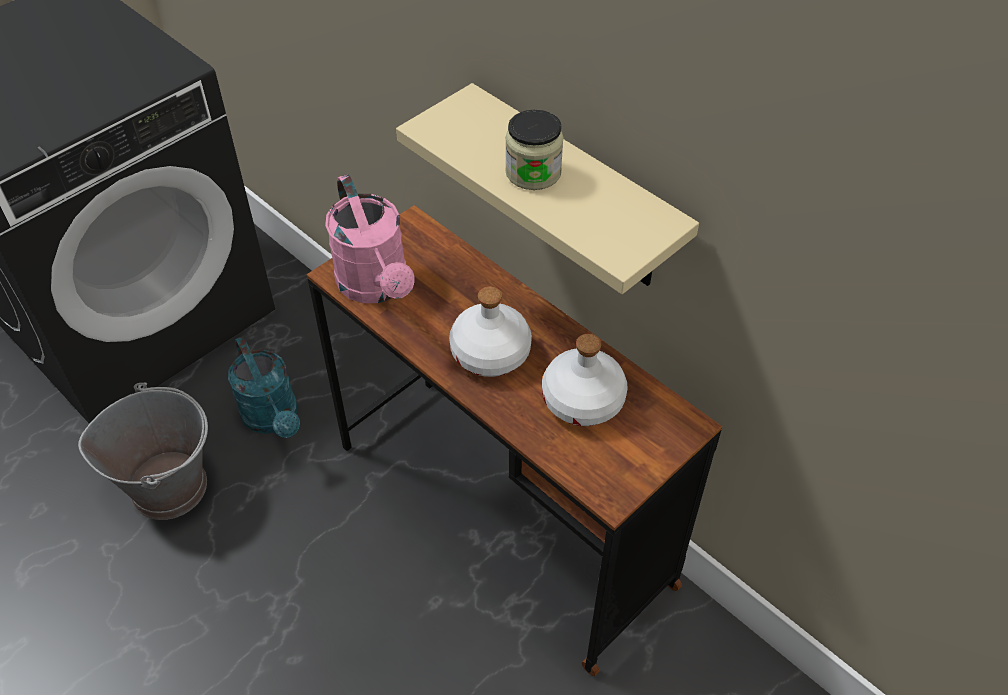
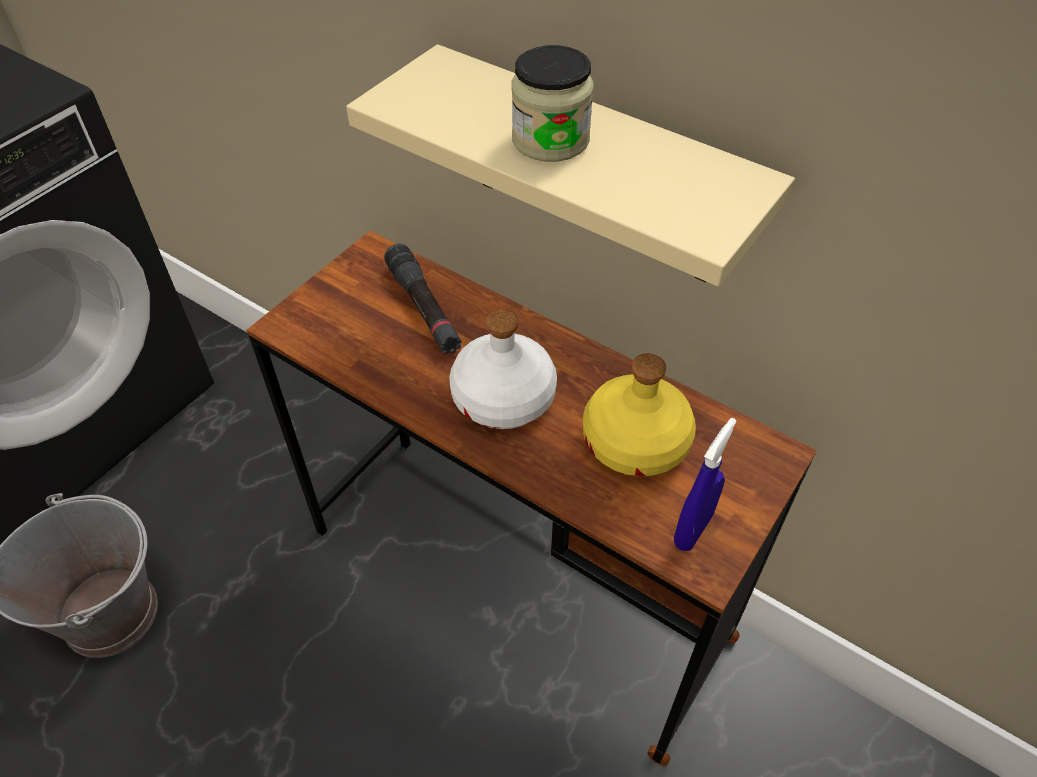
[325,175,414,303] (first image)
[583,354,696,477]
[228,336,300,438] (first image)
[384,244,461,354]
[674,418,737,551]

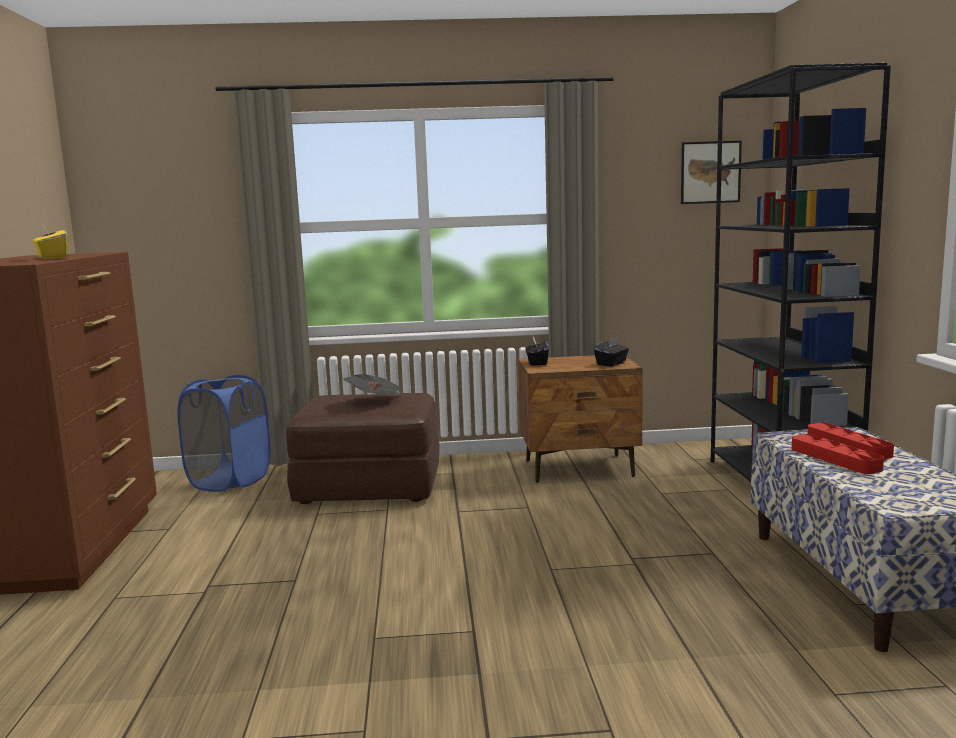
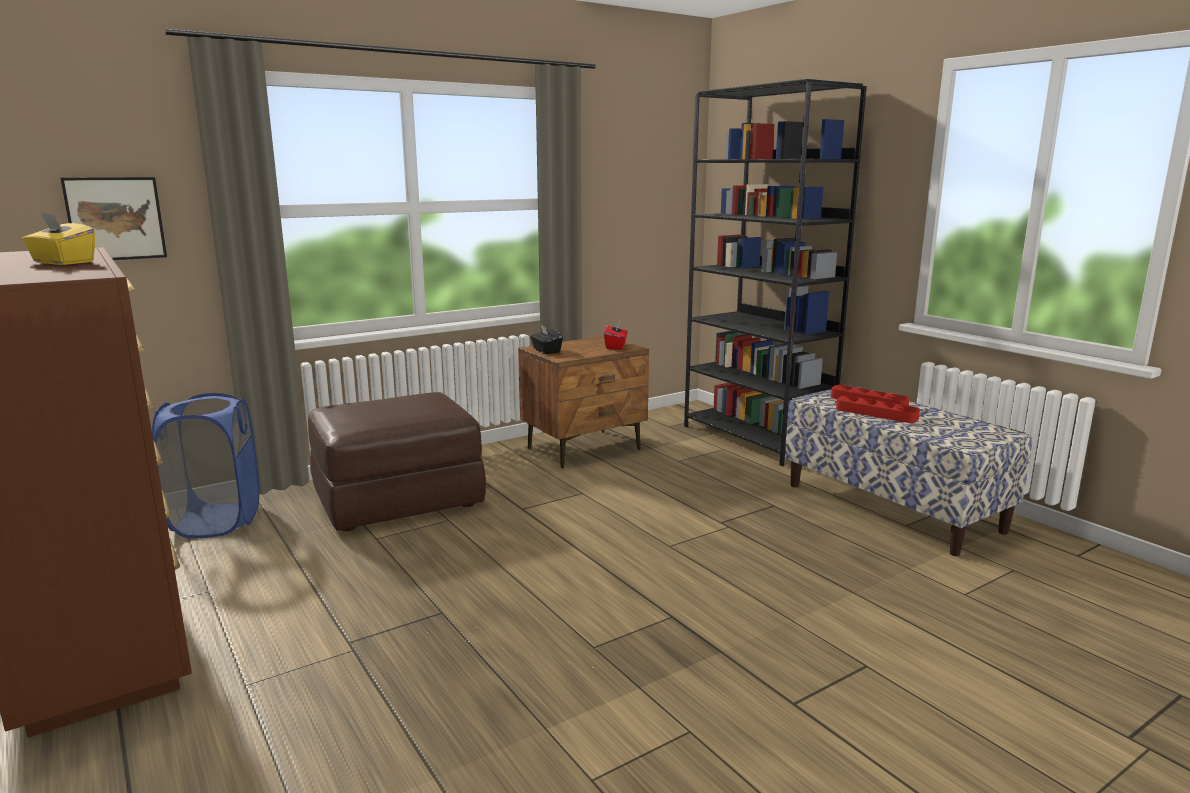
[60,177,167,260]
[604,320,628,349]
[343,374,401,395] (first image)

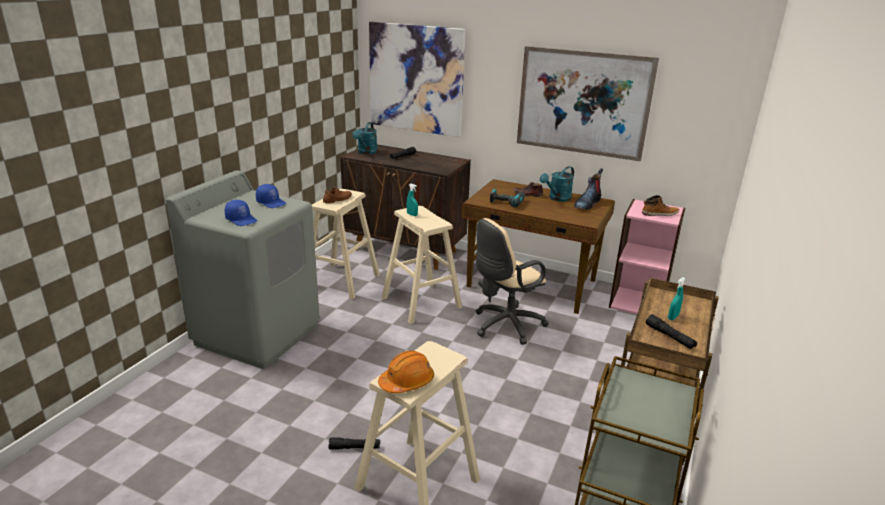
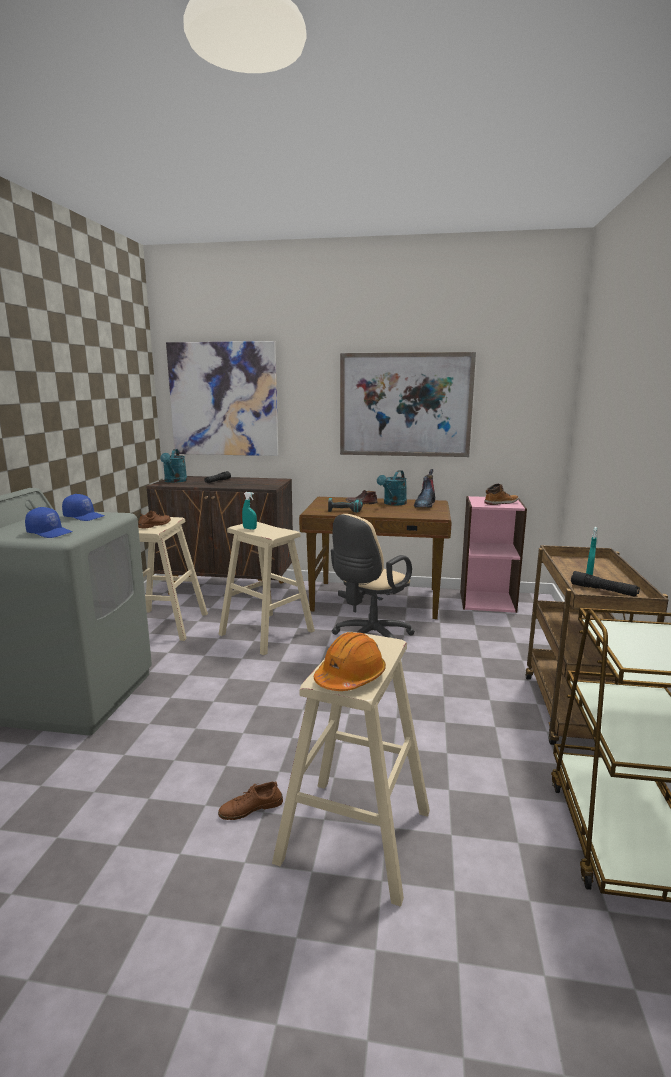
[218,781,283,820]

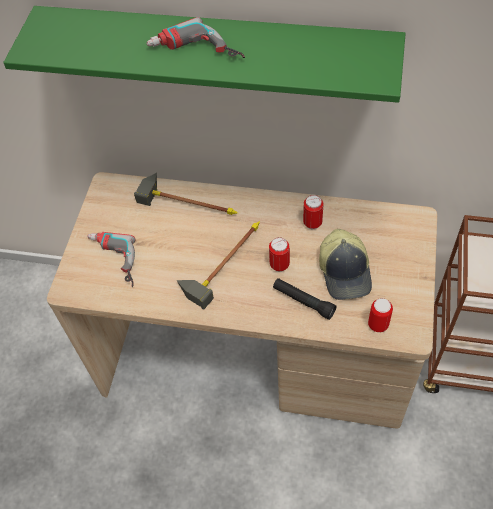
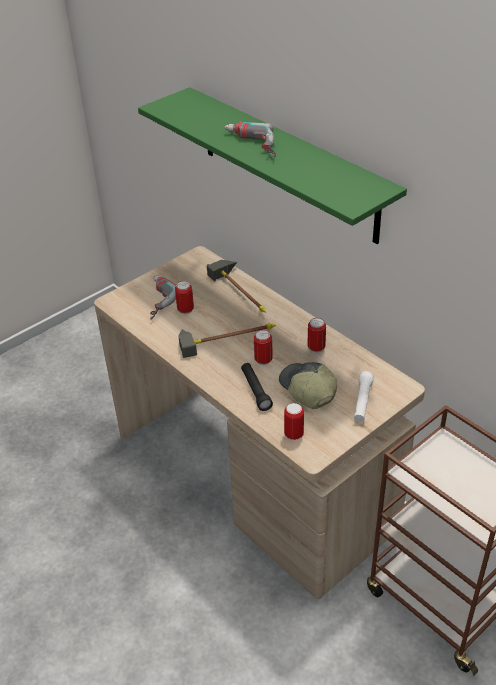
[279,362,337,409]
[175,281,194,314]
[354,371,374,423]

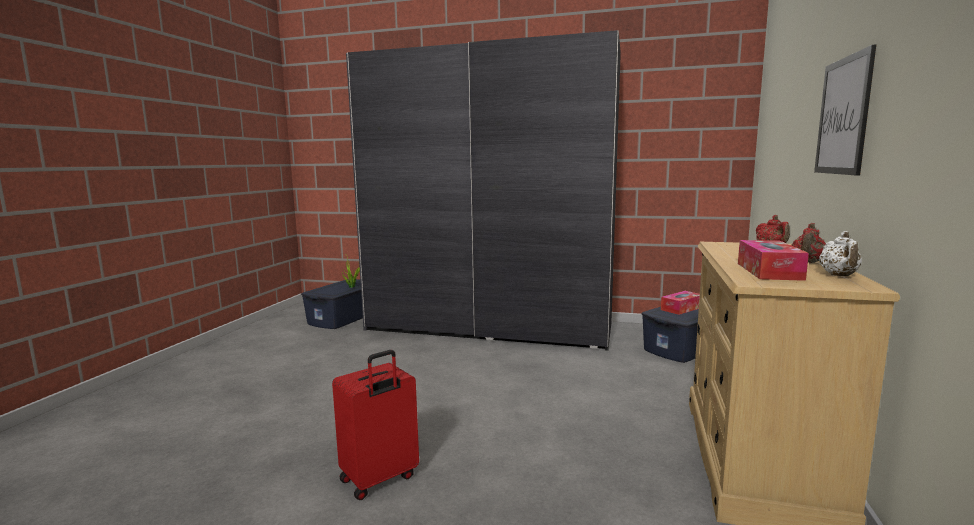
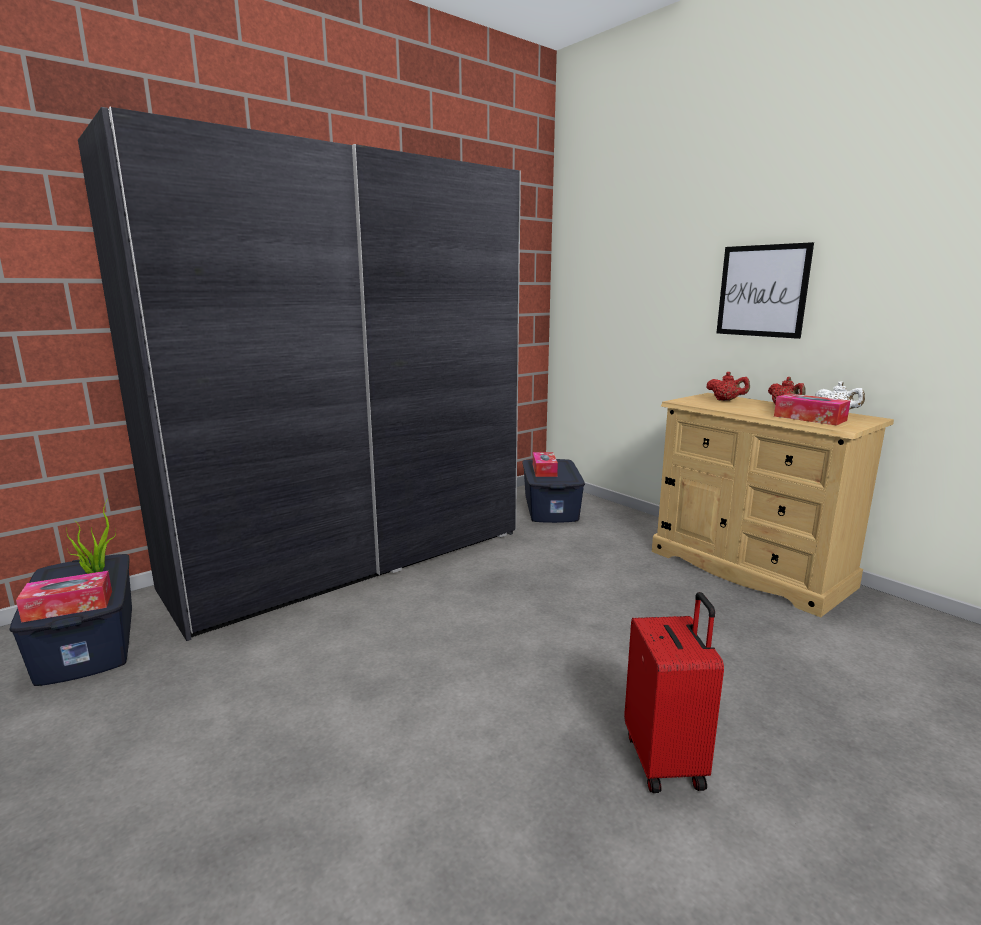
[16,571,112,623]

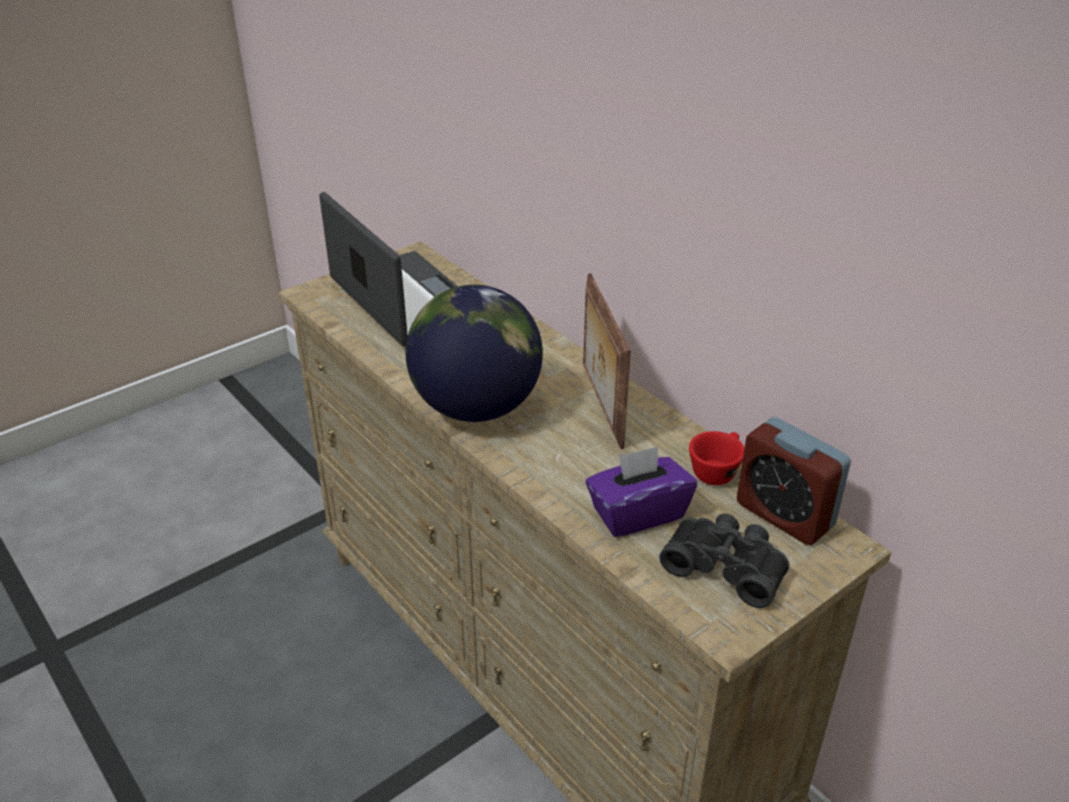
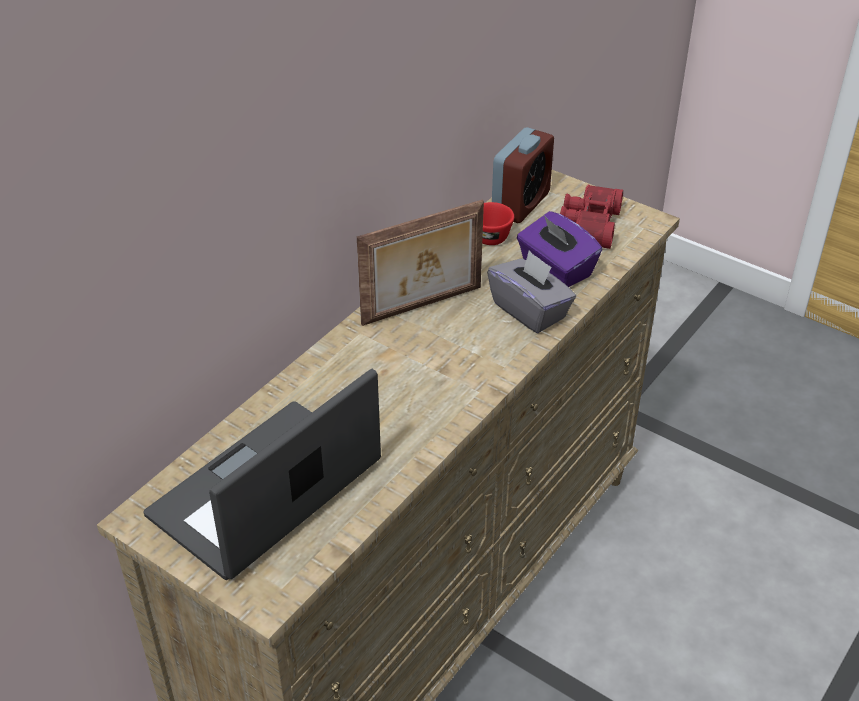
[406,285,543,422] (first image)
[560,185,623,249]
[487,250,576,333]

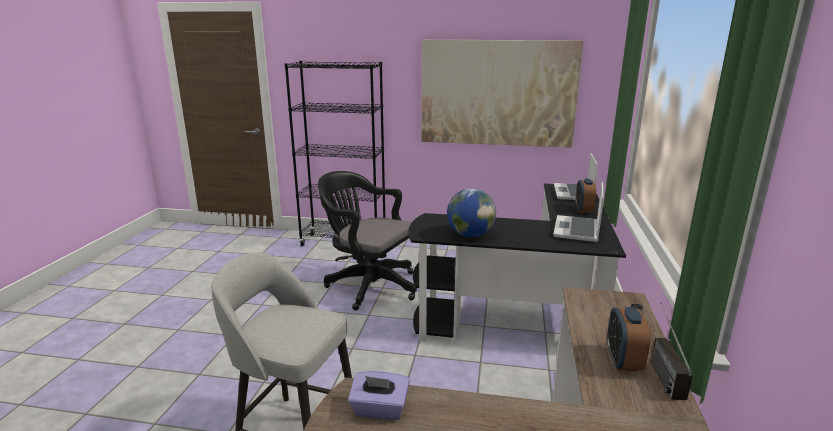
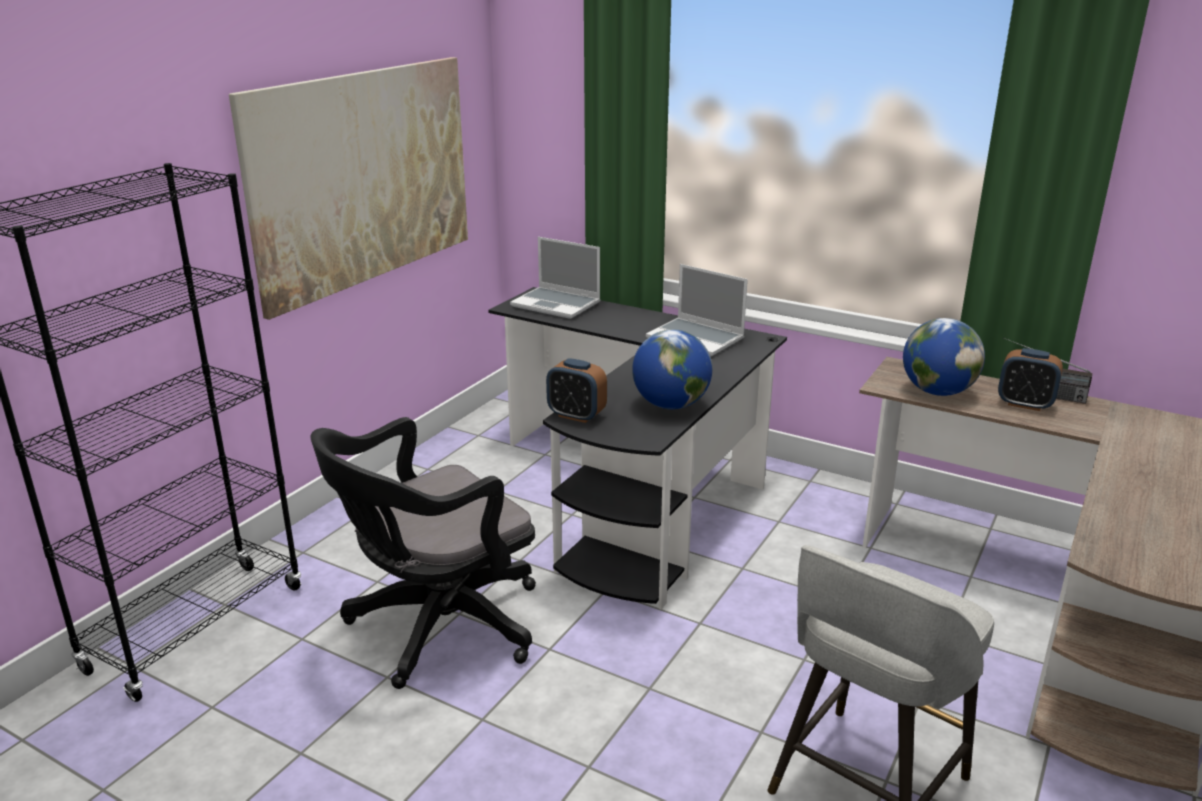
[546,358,607,423]
[348,371,410,420] (first image)
[903,318,985,396]

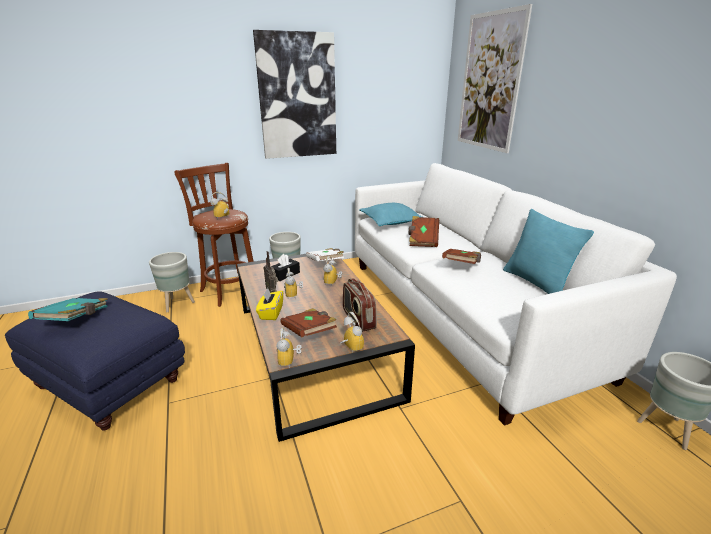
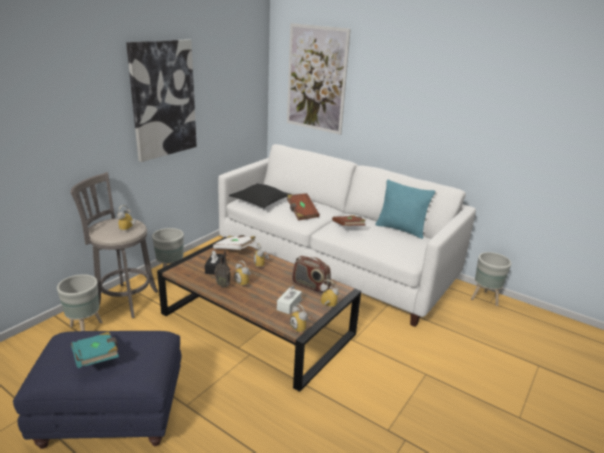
[71,172,158,318]
[229,183,292,208]
[256,288,283,320] (first image)
[277,286,302,314]

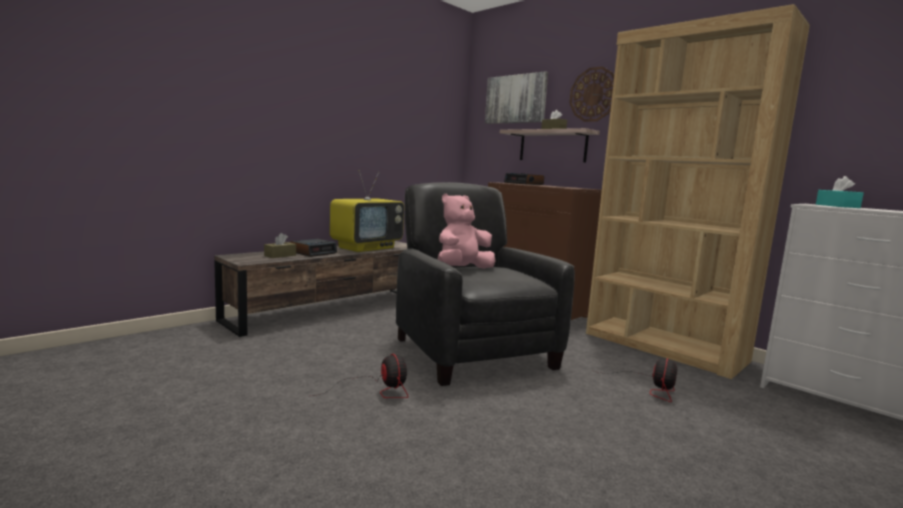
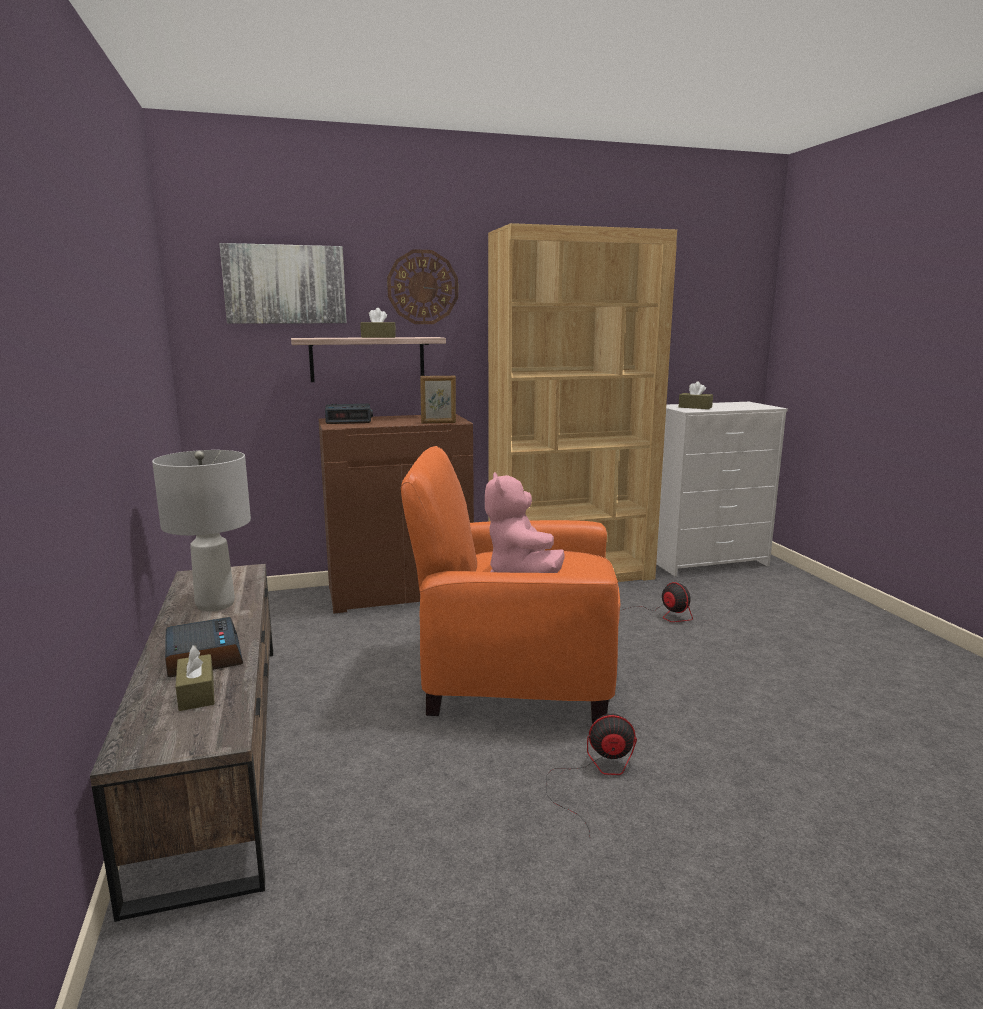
[152,450,251,611]
[679,381,713,409]
[401,446,620,724]
[420,376,456,423]

